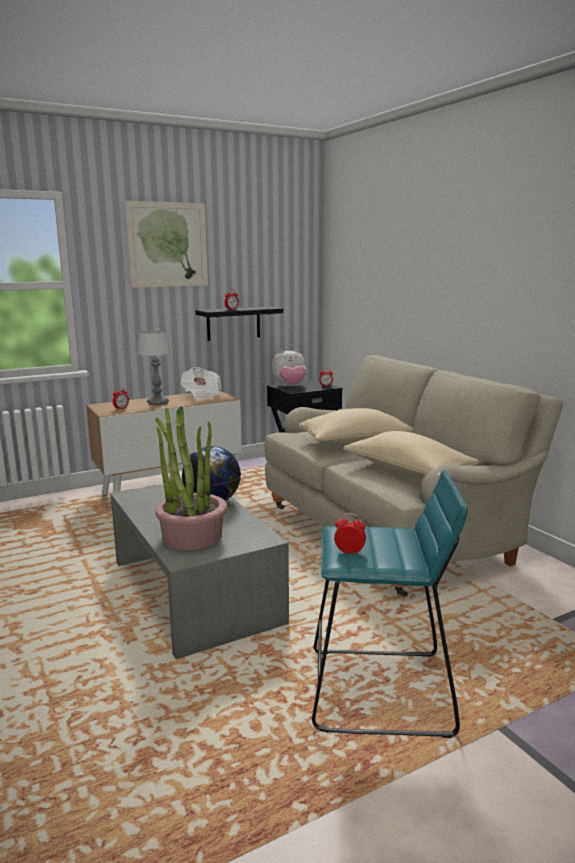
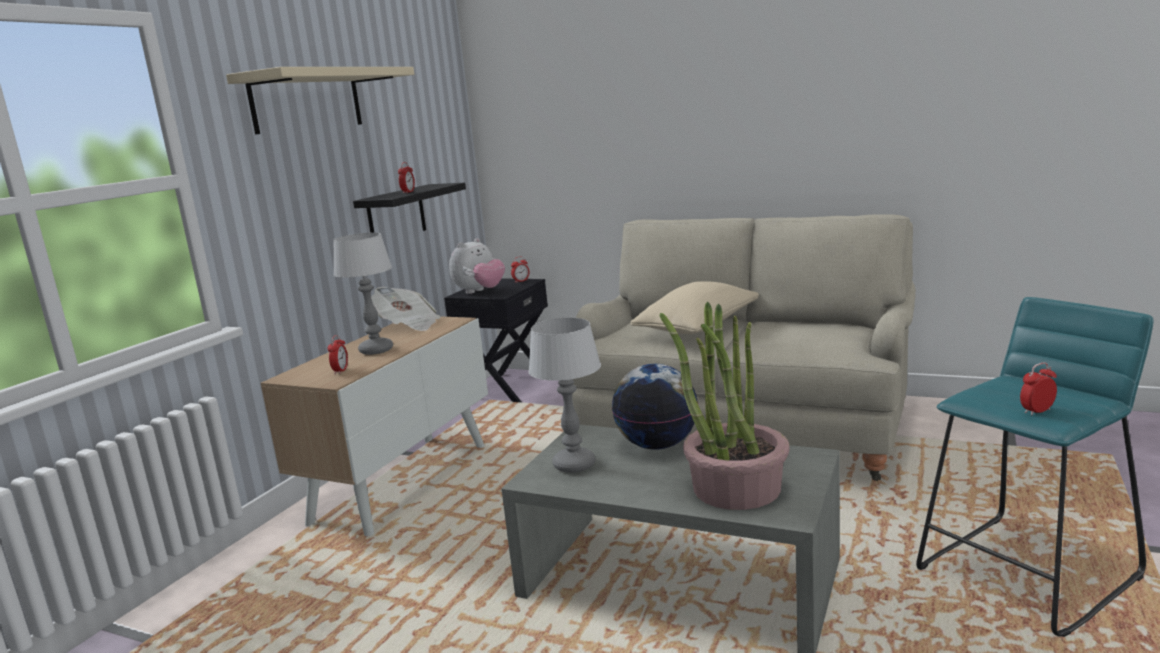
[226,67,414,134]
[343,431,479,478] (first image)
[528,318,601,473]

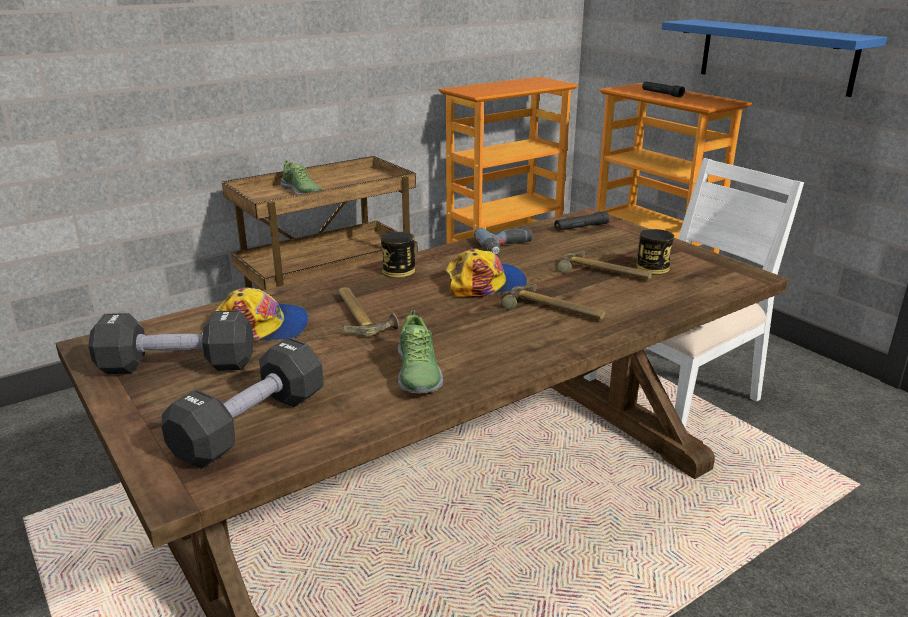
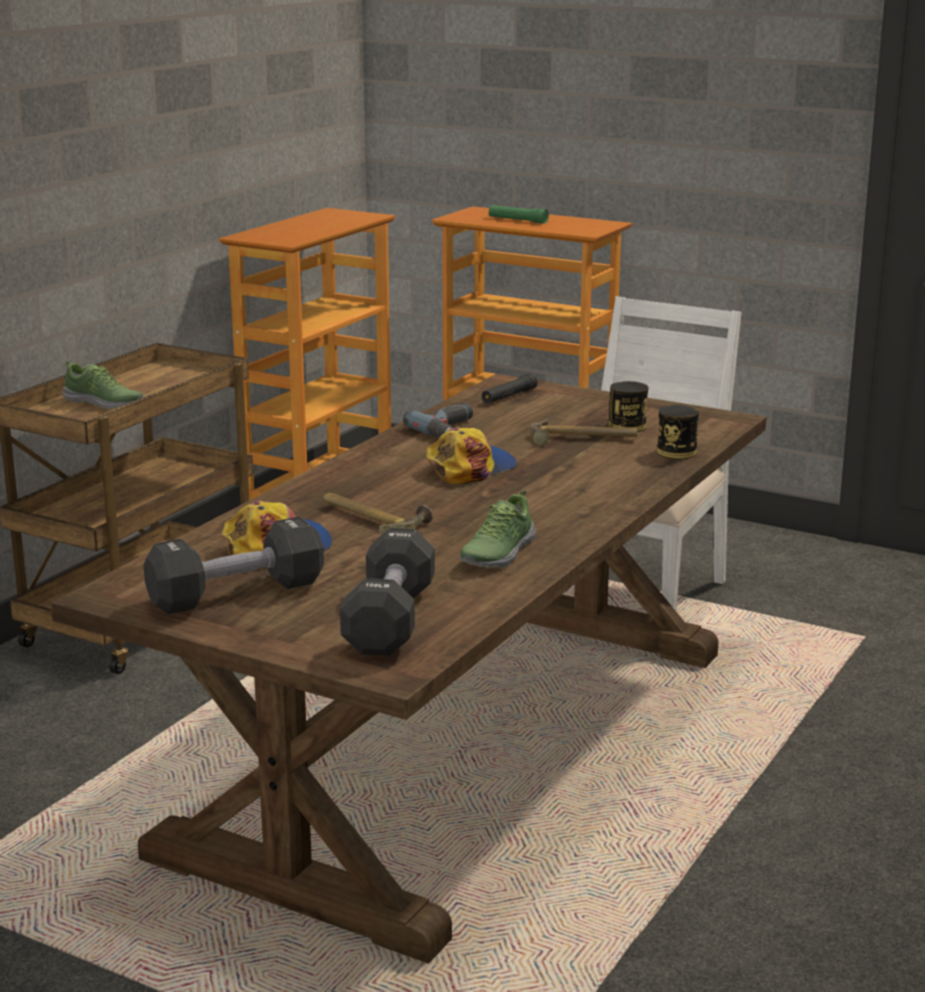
[662,19,887,97] (first image)
[489,205,549,224]
[657,405,699,459]
[502,284,605,320] (first image)
[460,490,536,568]

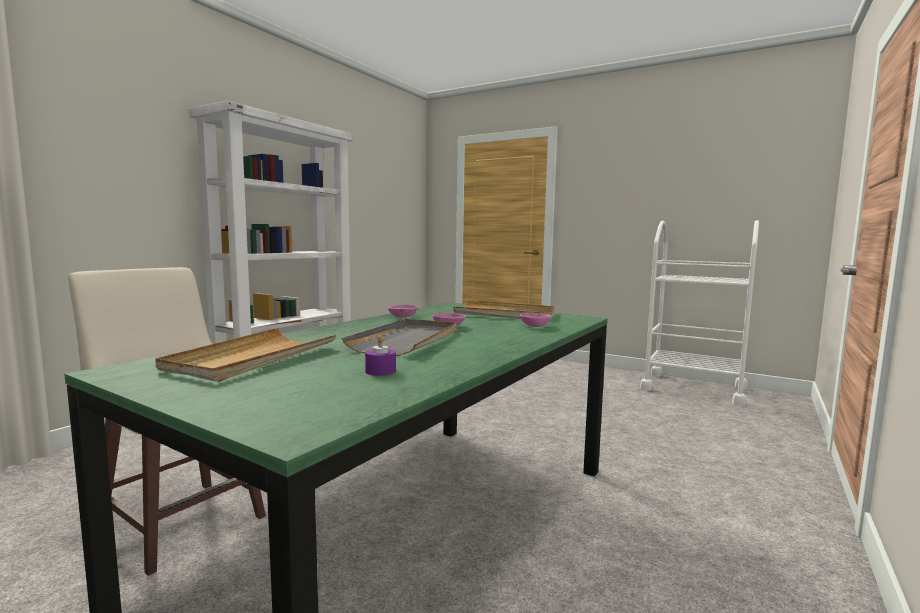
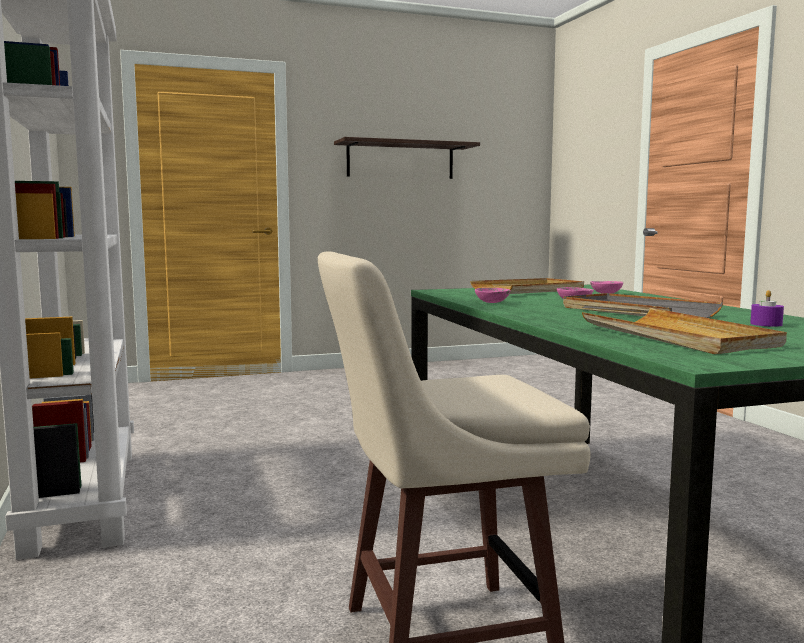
[640,220,759,406] (first image)
[334,137,480,179]

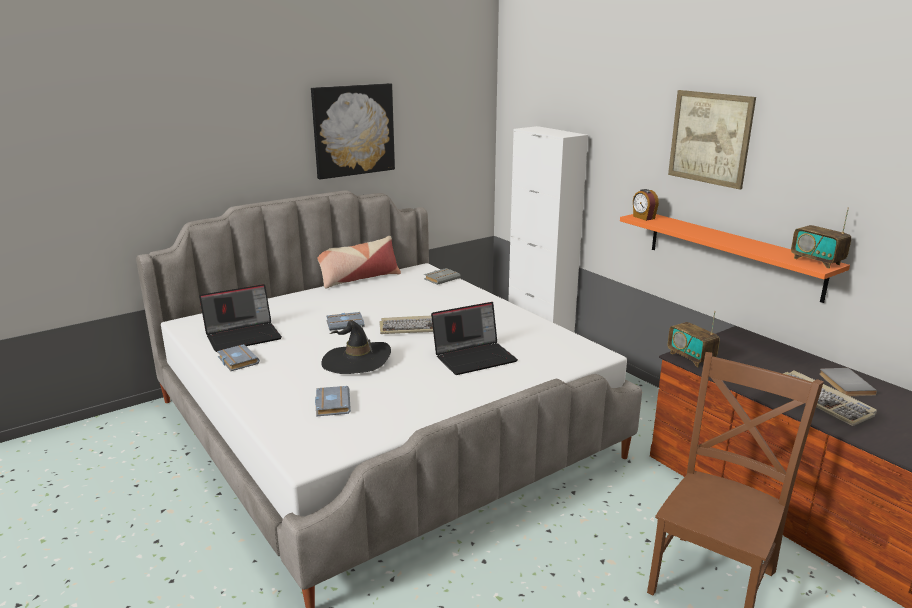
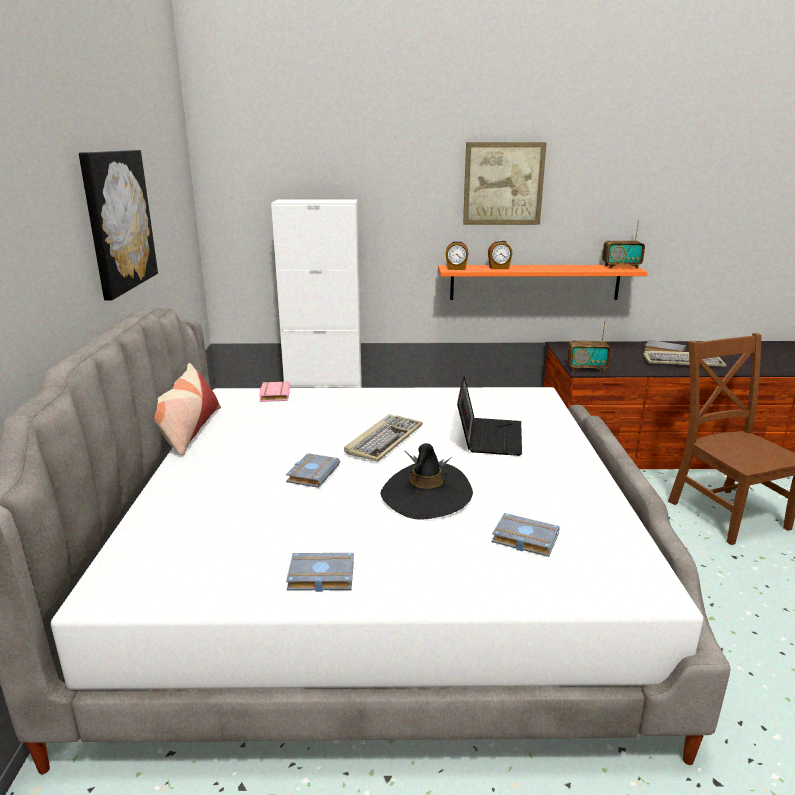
[259,382,291,402]
[199,284,282,352] (first image)
[488,240,513,269]

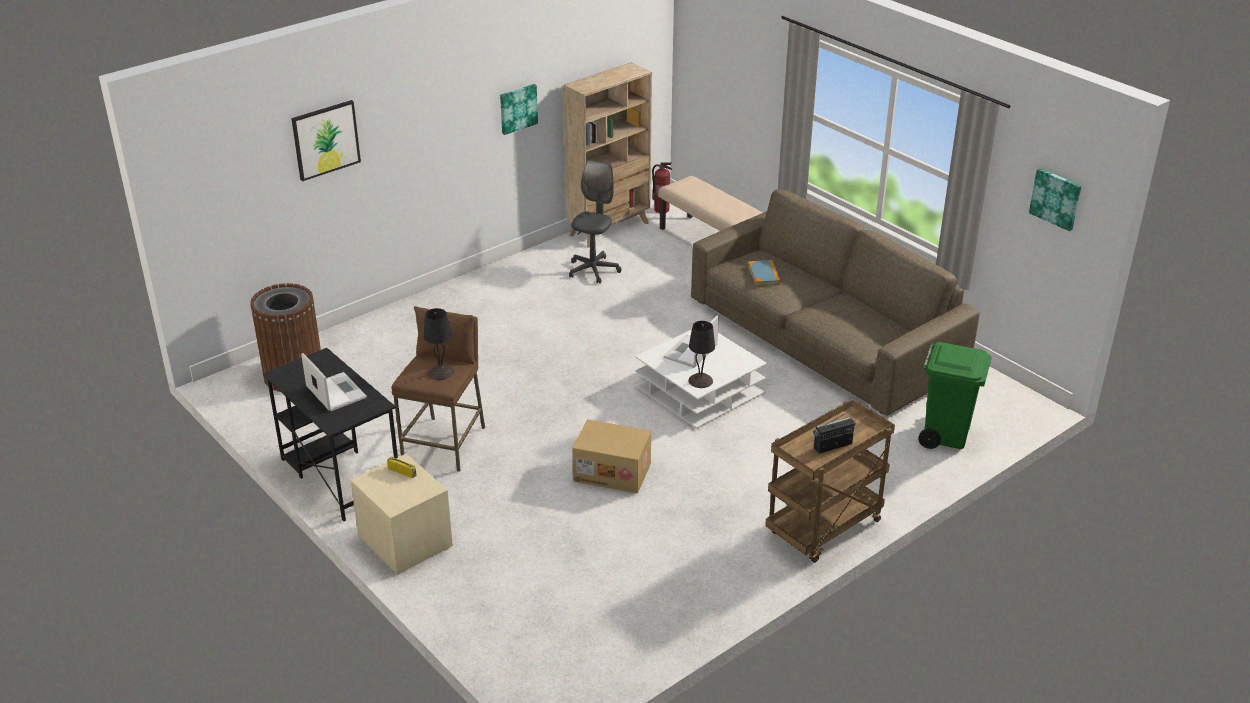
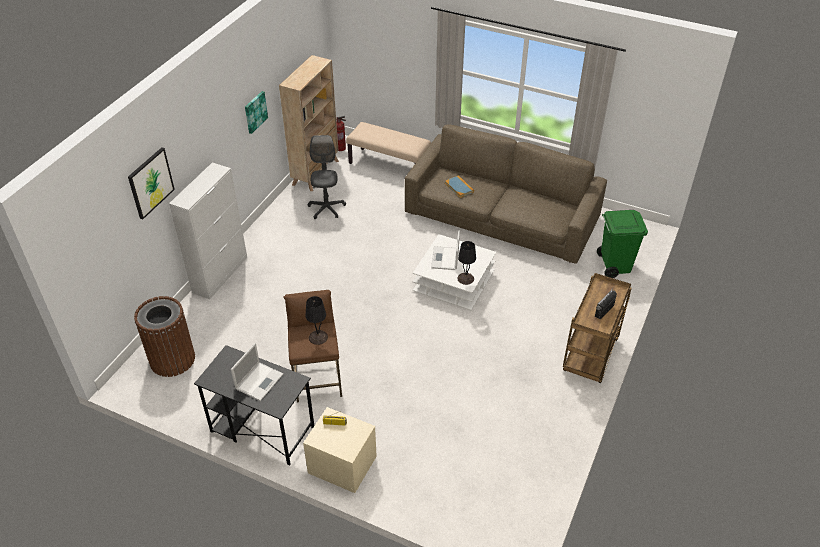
[1029,168,1081,231] (first image)
[231,343,283,401]
[572,419,651,494] (first image)
[169,163,247,299]

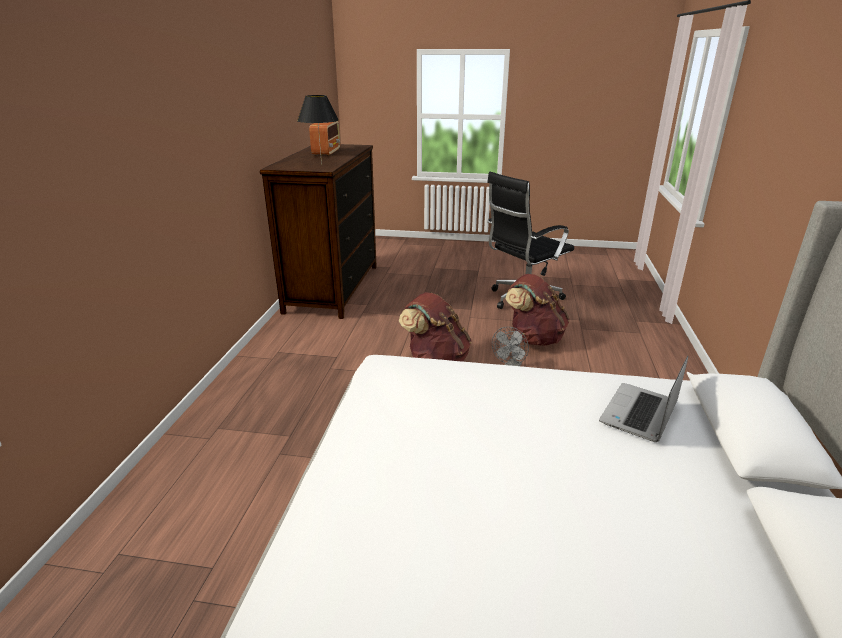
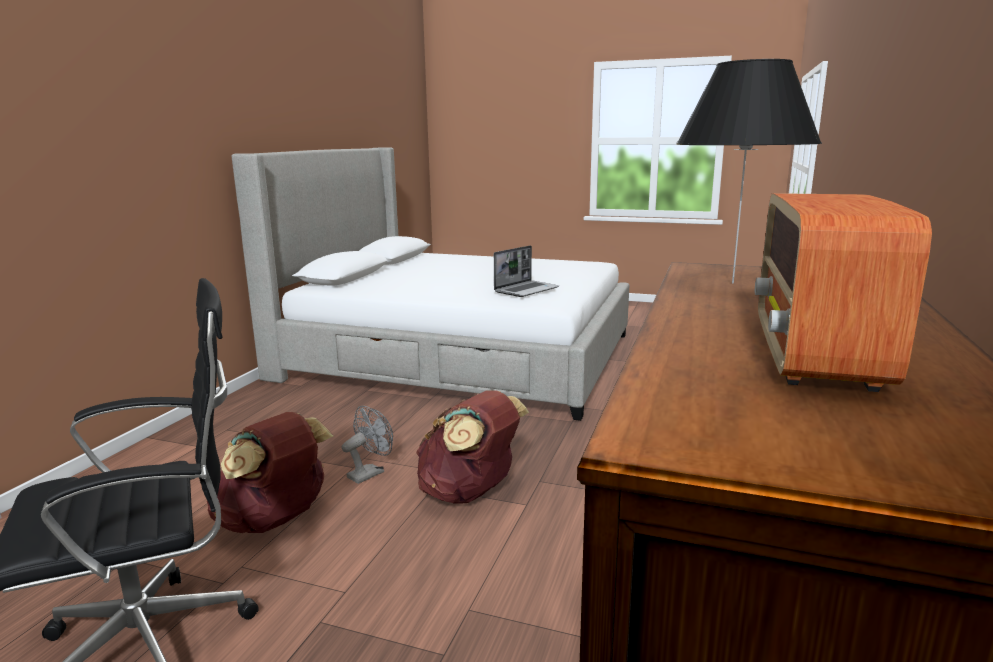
[494,245,559,297]

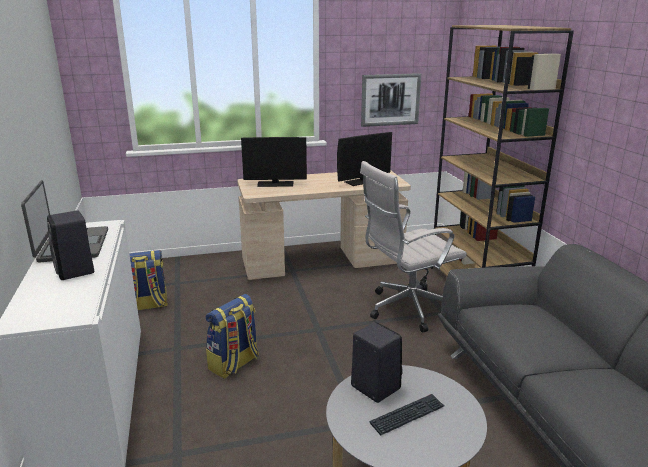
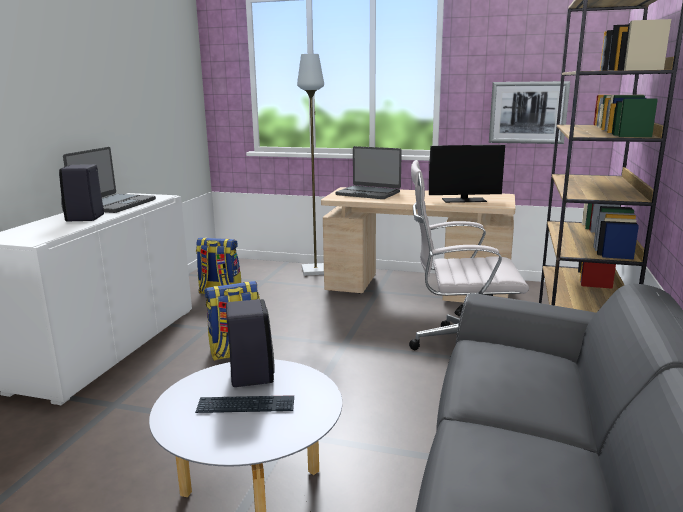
[335,146,402,199]
[297,54,324,276]

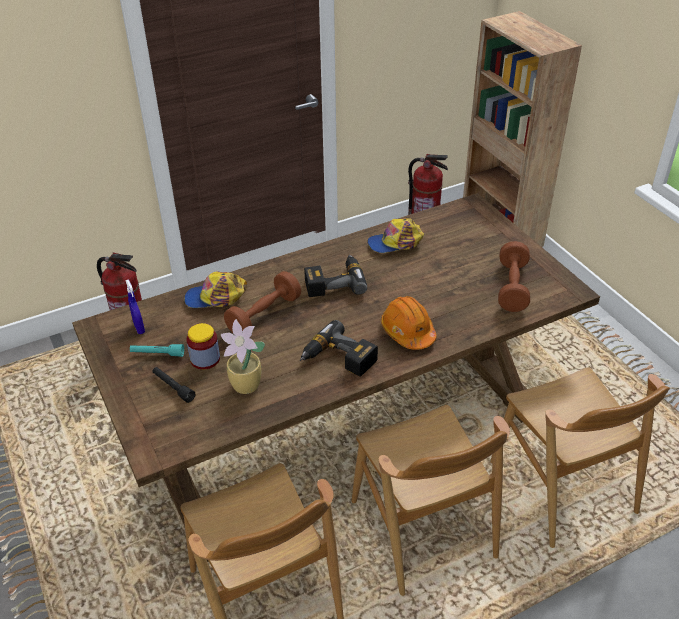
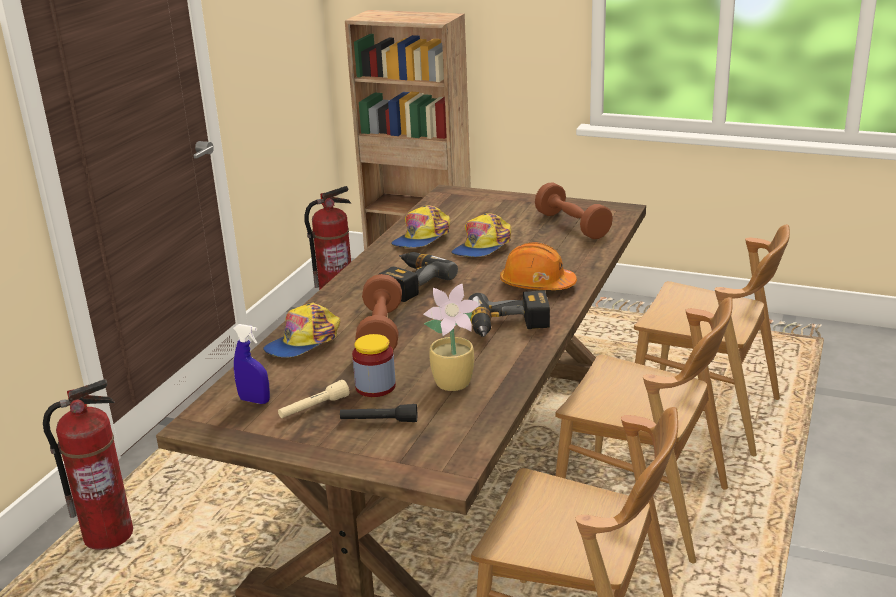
[278,380,349,418]
[451,213,511,257]

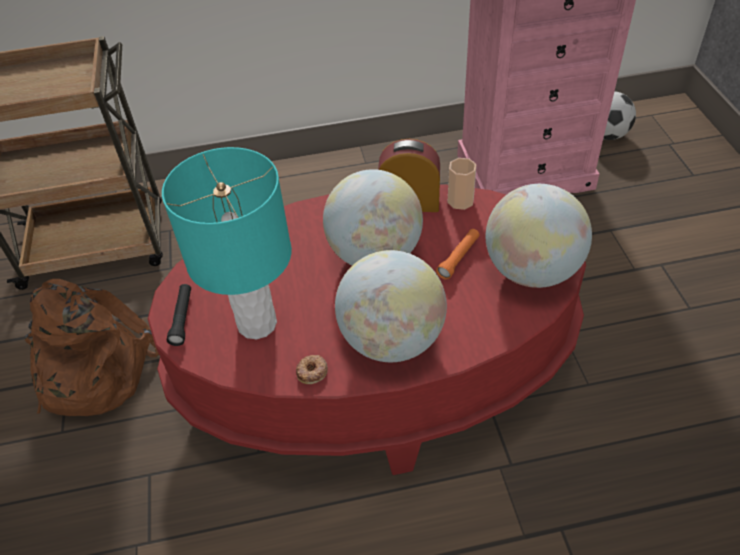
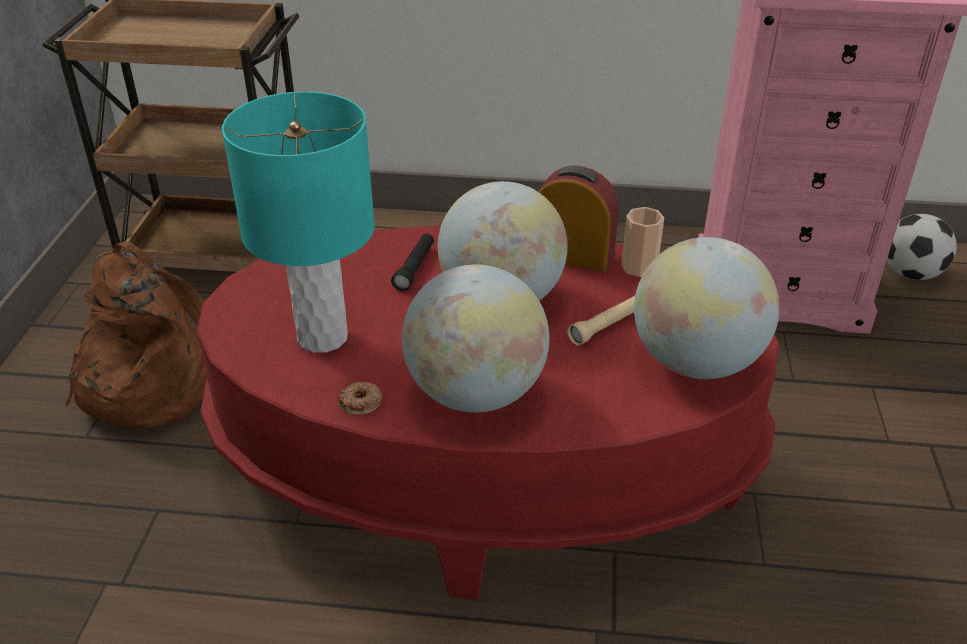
[567,296,635,346]
[391,234,434,291]

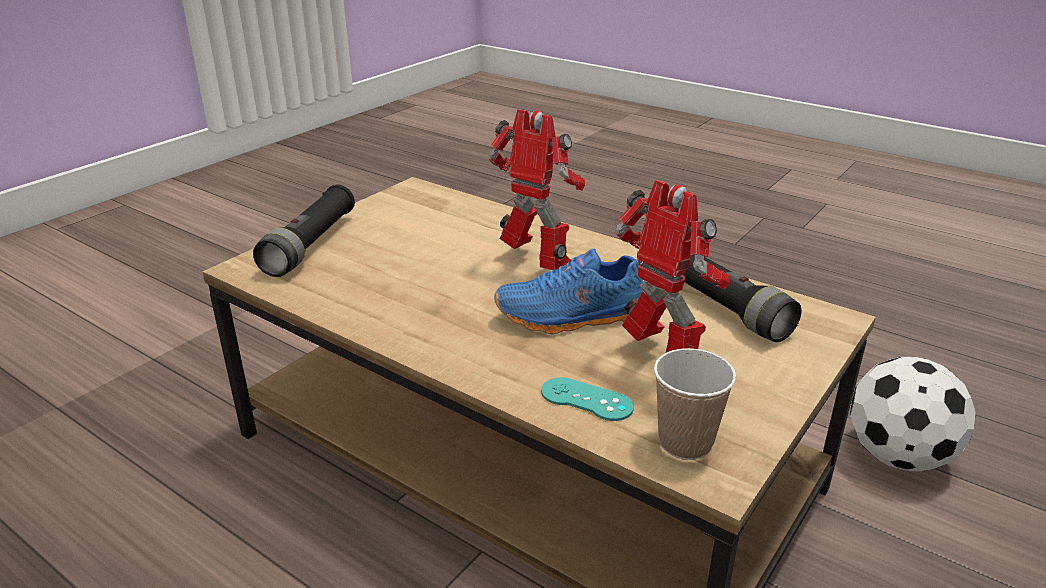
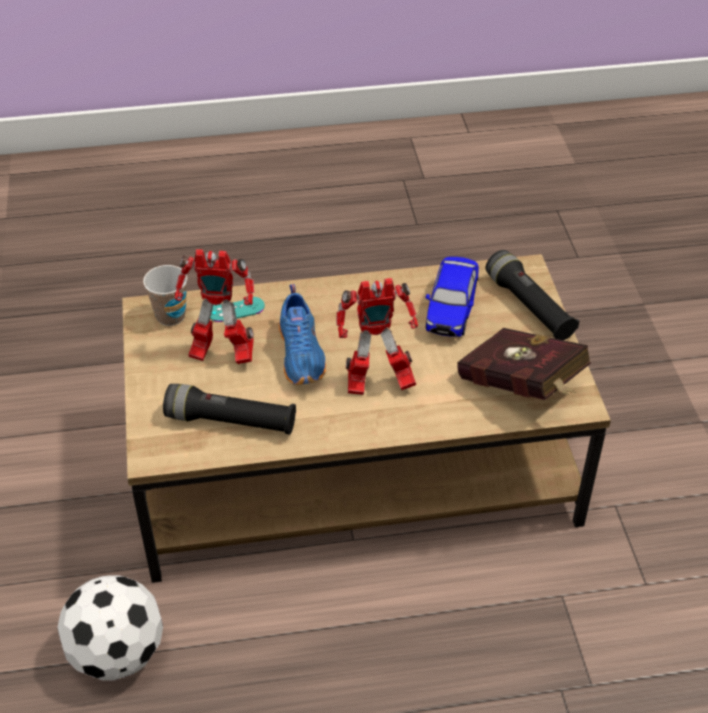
[279,284,326,385]
[426,257,479,337]
[457,328,591,400]

